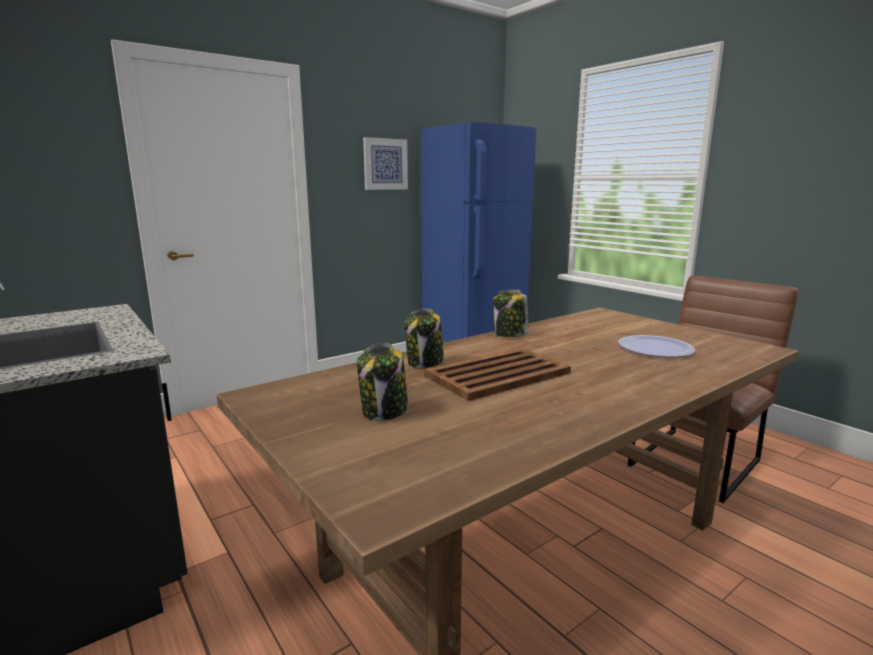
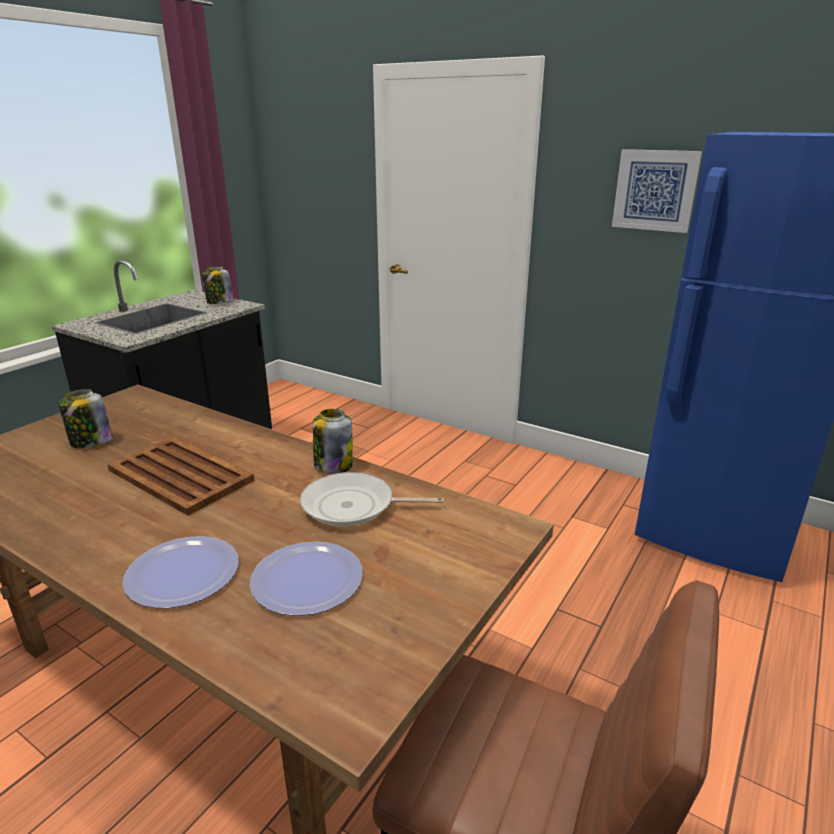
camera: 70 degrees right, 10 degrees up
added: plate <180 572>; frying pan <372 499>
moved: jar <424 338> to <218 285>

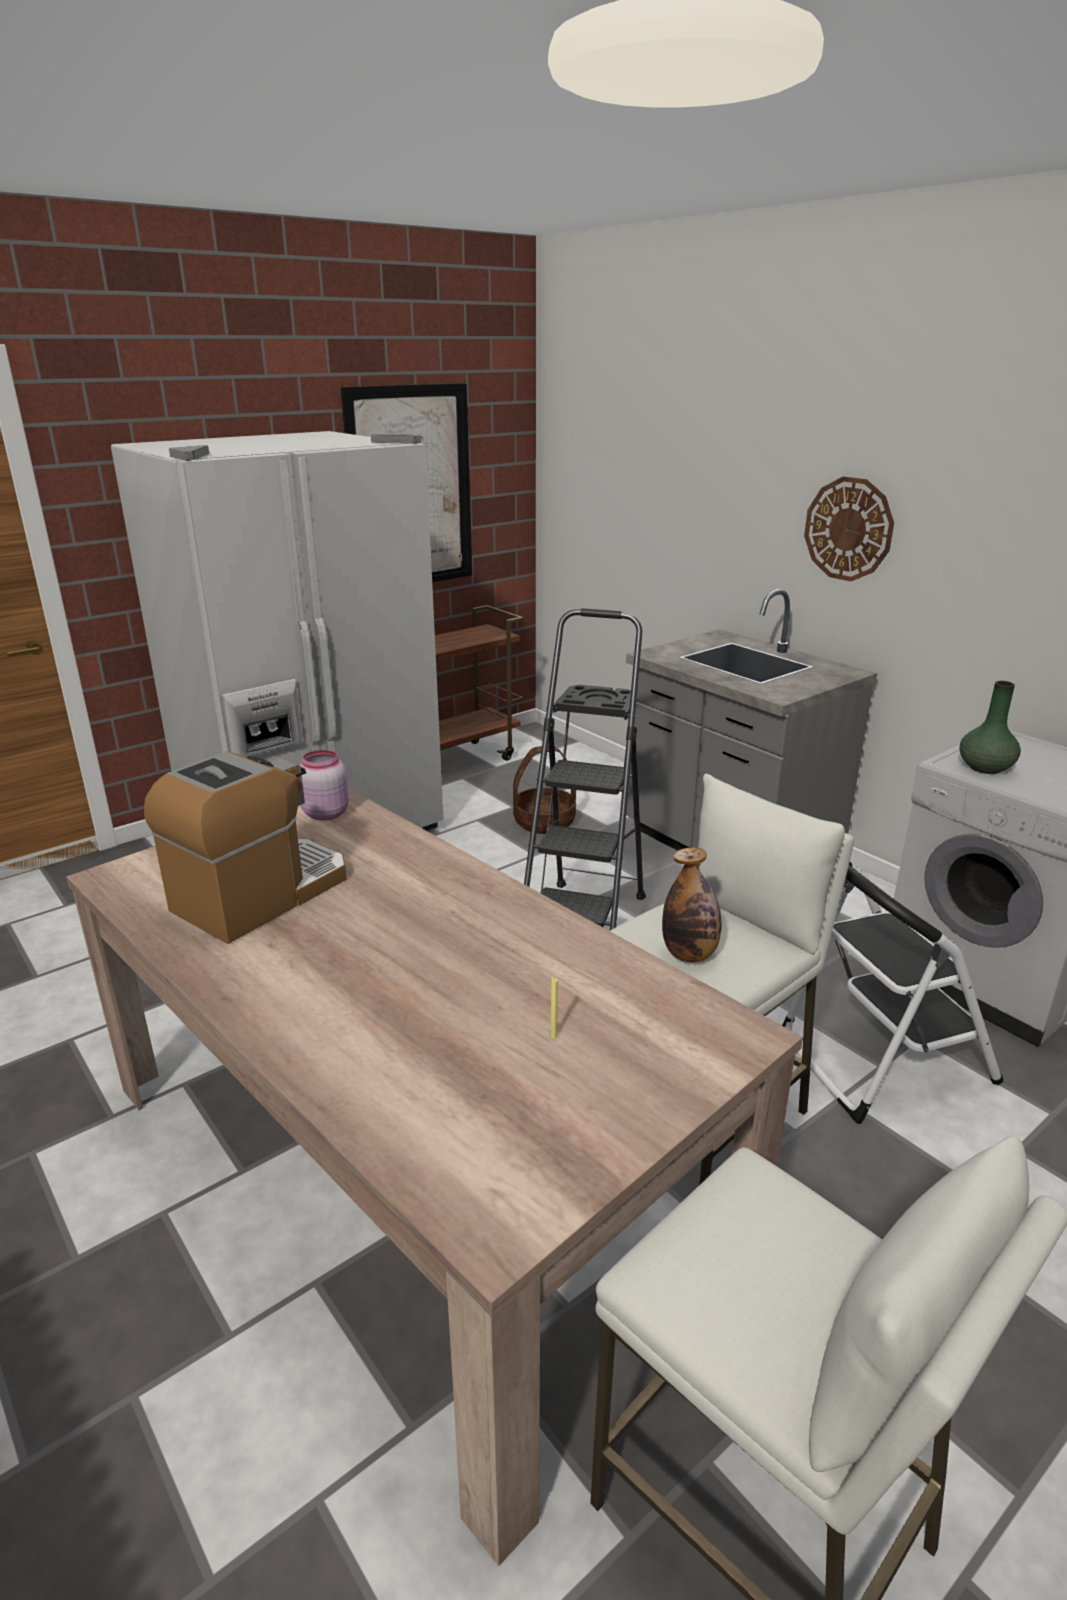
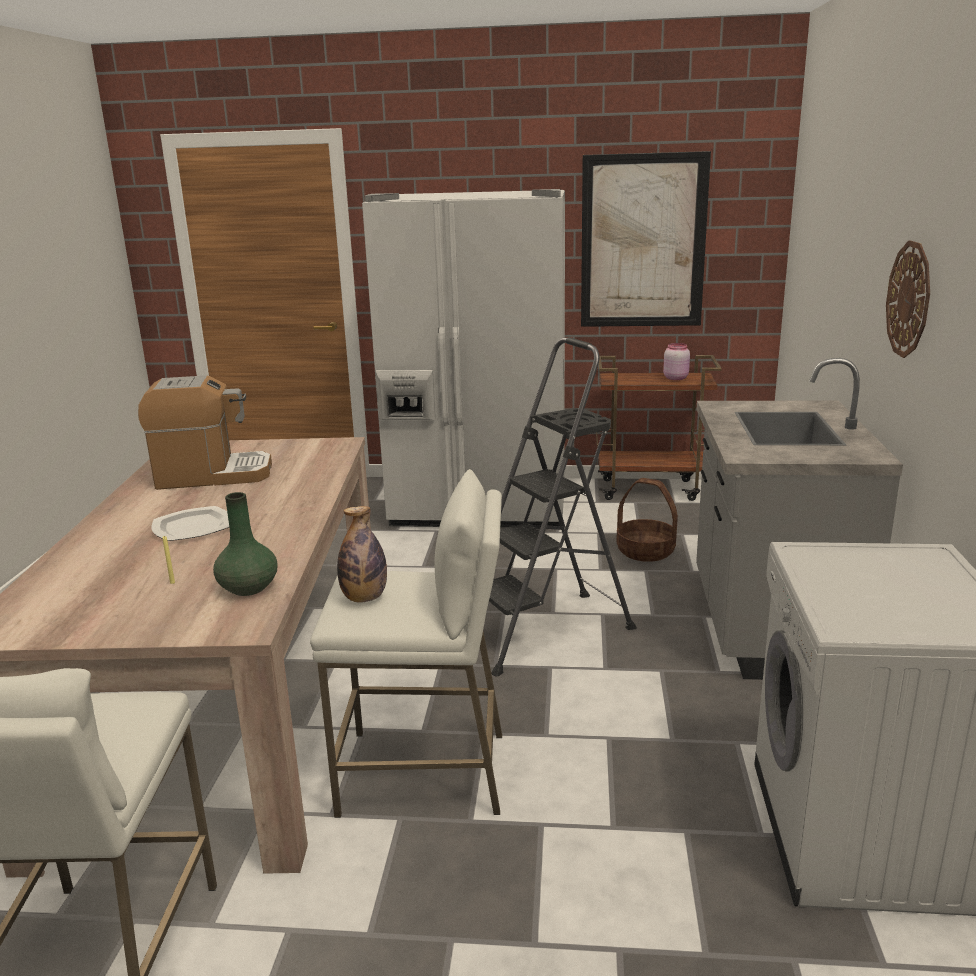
camera: 45 degrees right, 5 degrees down
removed: step ladder <892 993>
added: plate <190 523>
moved: pink jar <324 785> to <676 361>; green vase <990 727> to <245 544>

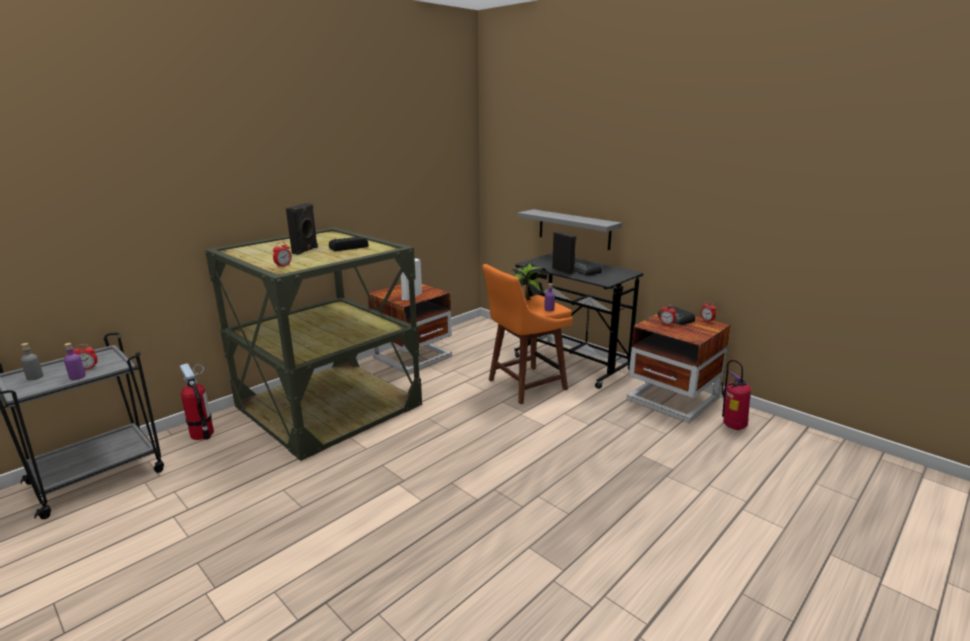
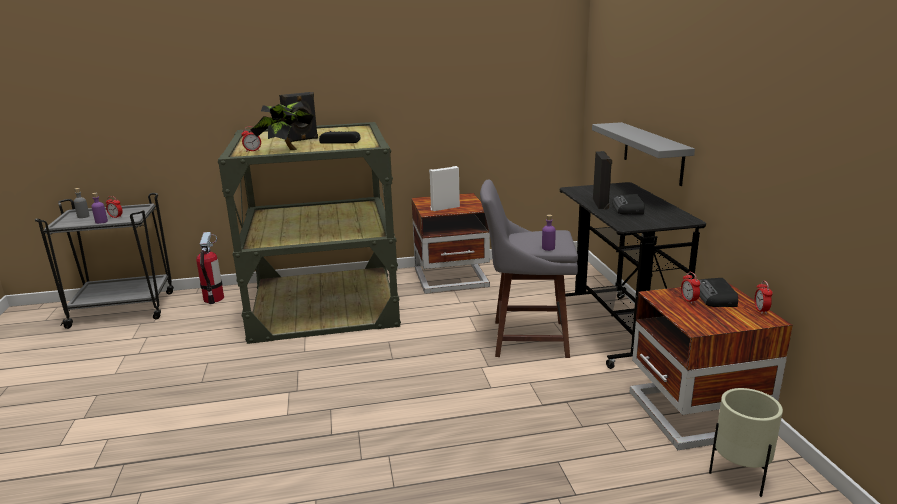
camera: 35 degrees right, 0 degrees up
moved: potted plant <530 281> to <282 125>
replaced: fire extinguisher <736 395> to beige planter <746 442>
recoloured: orange stool <527 334> to grey stool <529 269>

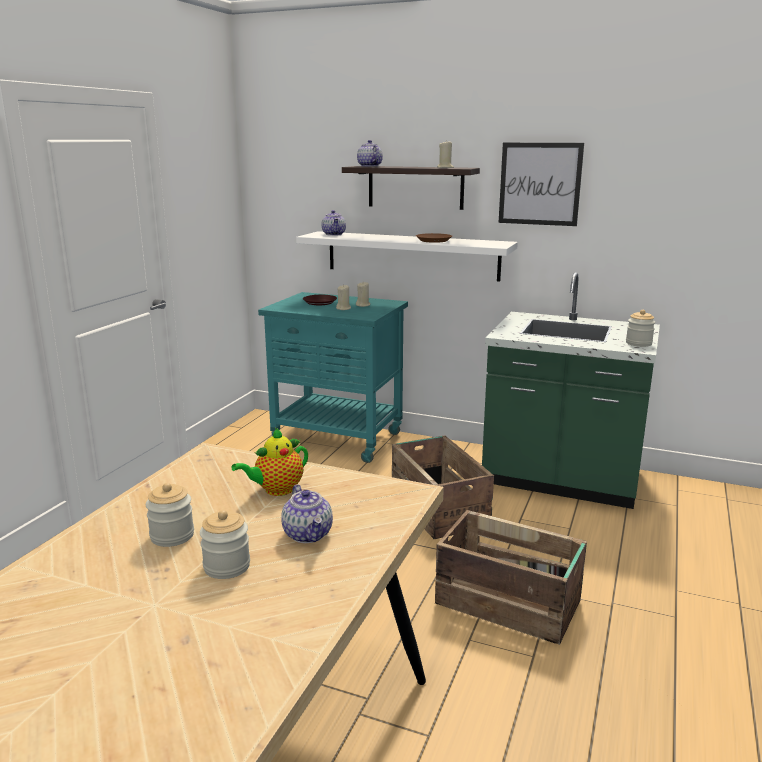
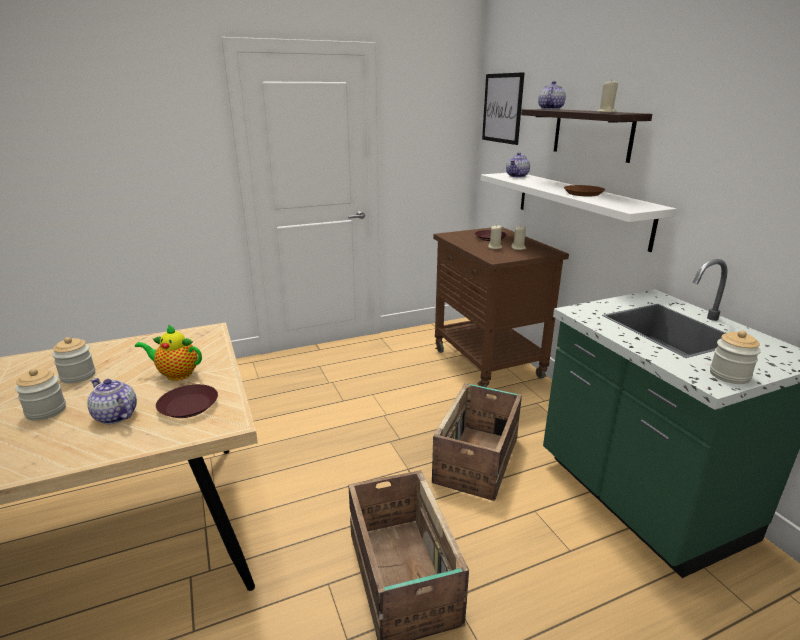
camera: 45 degrees right, 5 degrees up
added: brown plate <187 401>
moved: picture <541 184> to <503 108>
recoloured: turquoise cart <333 377> to brown cart <501 307>
turned: teapot <307 513> = <112 401> 105 degrees clockwise

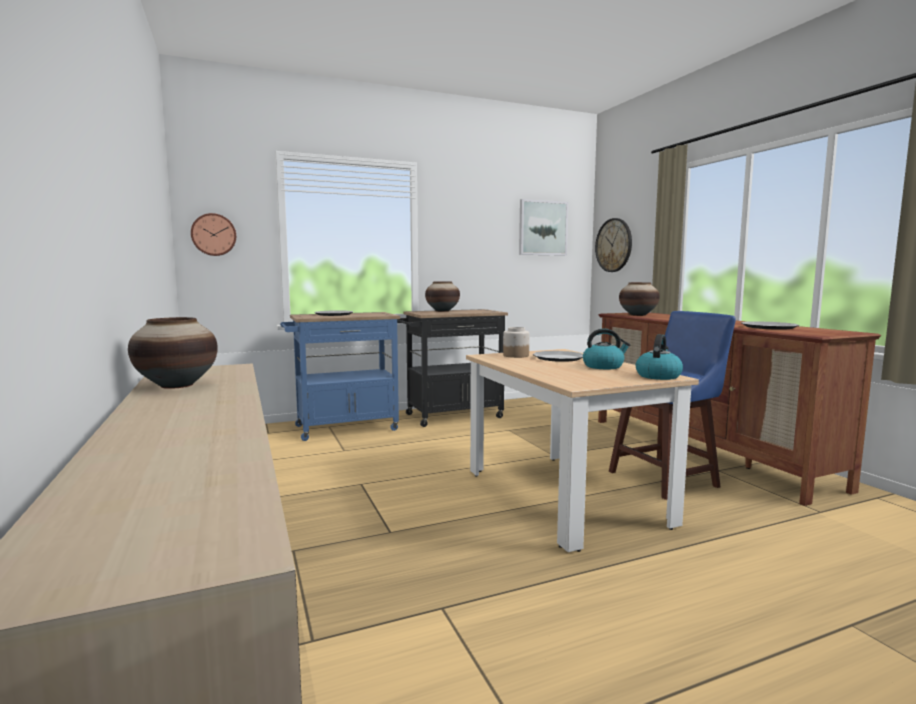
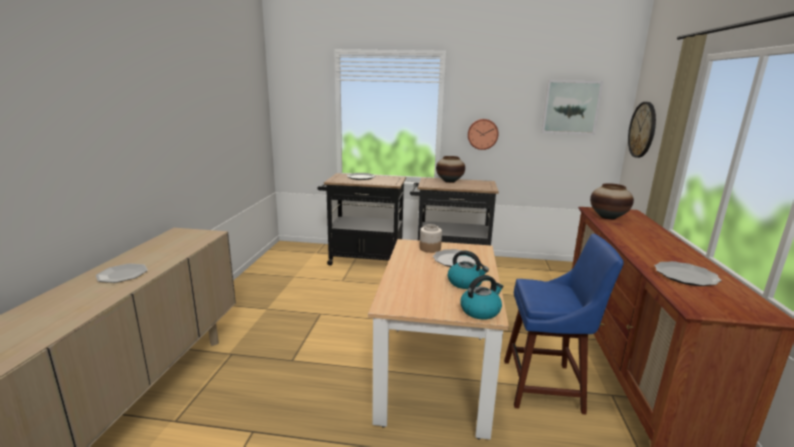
camera: 30 degrees right, 10 degrees up
removed: vase <173 353>
added: plate <122 273>
moved: wall clock <213 234> to <483 134>
recoloured: blue cart <340 376> to black cart <361 219>

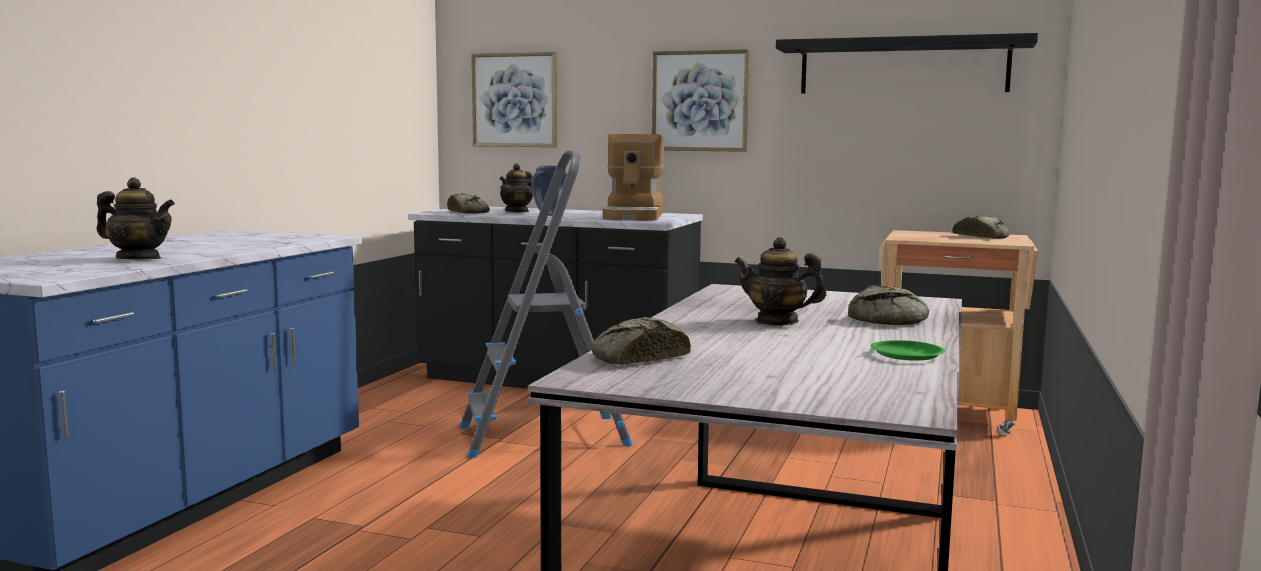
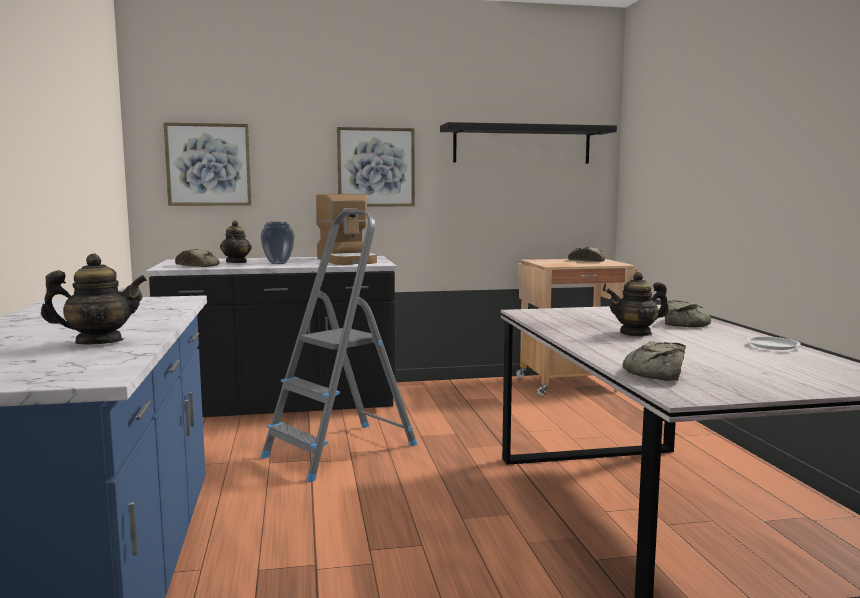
camera: 30 degrees left, 0 degrees up
recoloured: green plate <907 350> to white plate <773 343>

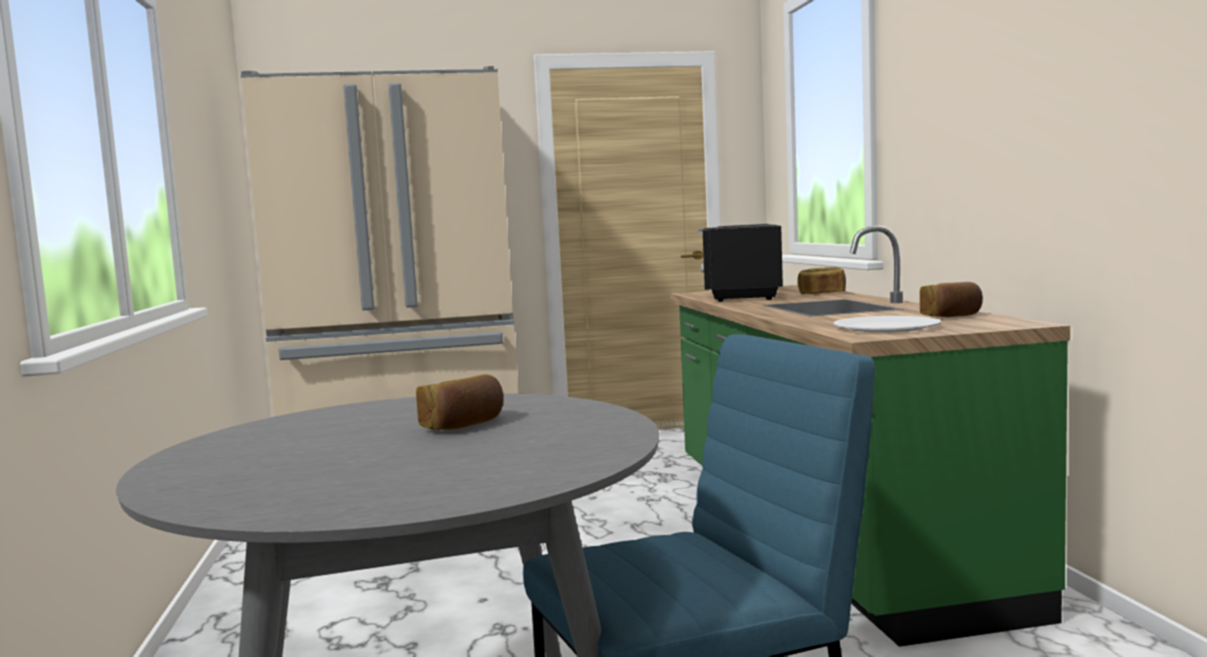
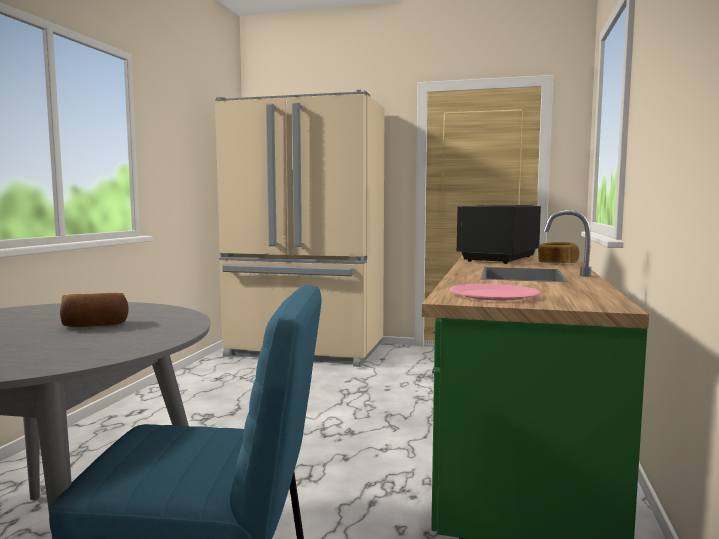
camera: 25 degrees right, 0 degrees up
removed: bread <951 299>
recoloured: white plate <887 324> to pink plate <494 292>

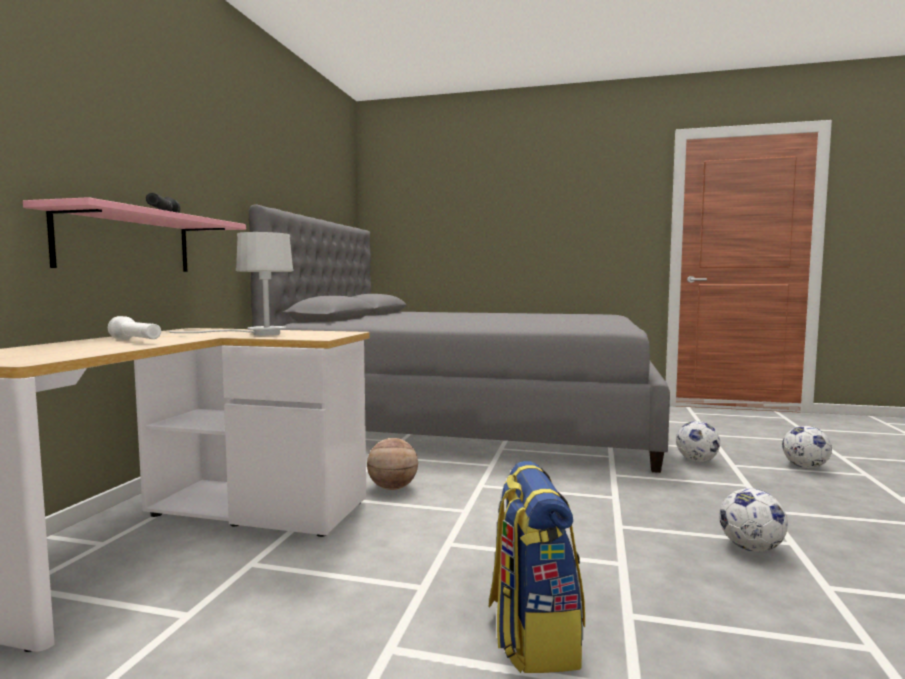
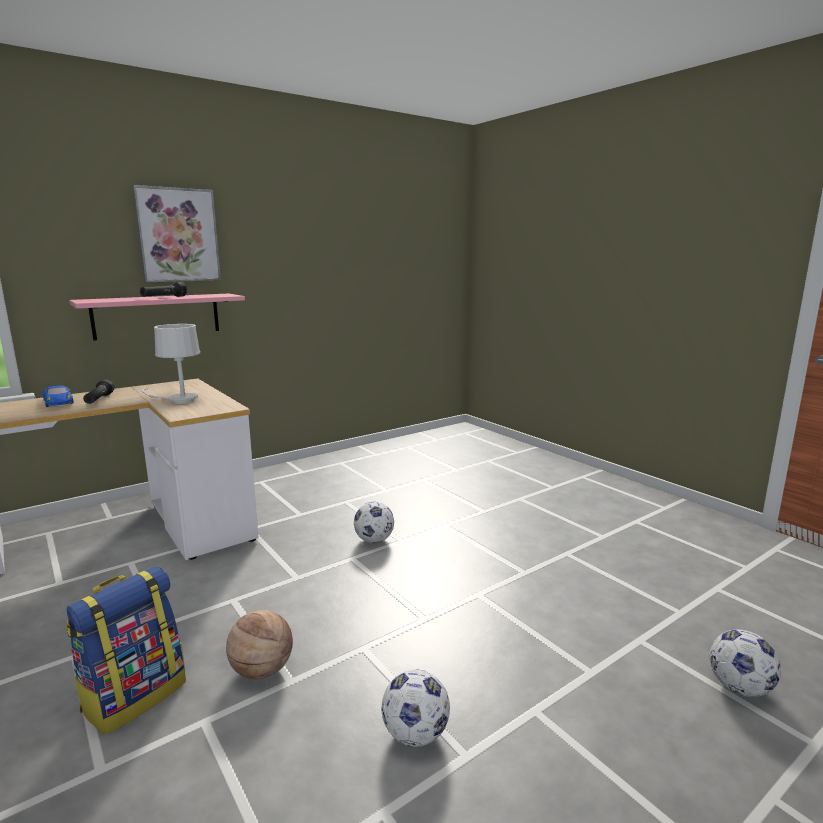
camera: 40 degrees right, 10 degrees up
removed: grey bed <459 338>
added: blue toy car <58 396>; picture <177 234>
moved: basketball <392 464> to <259 645>; football <698 441> to <374 522>
recoloured: white flashlight <134 328> to black flashlight <99 391>

